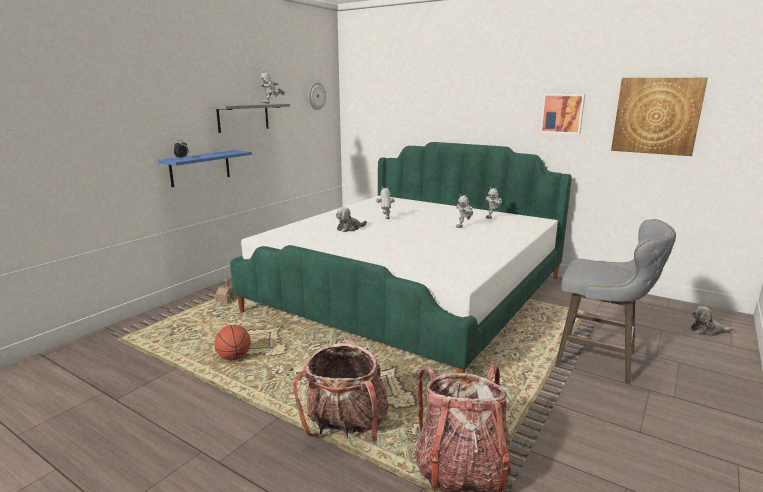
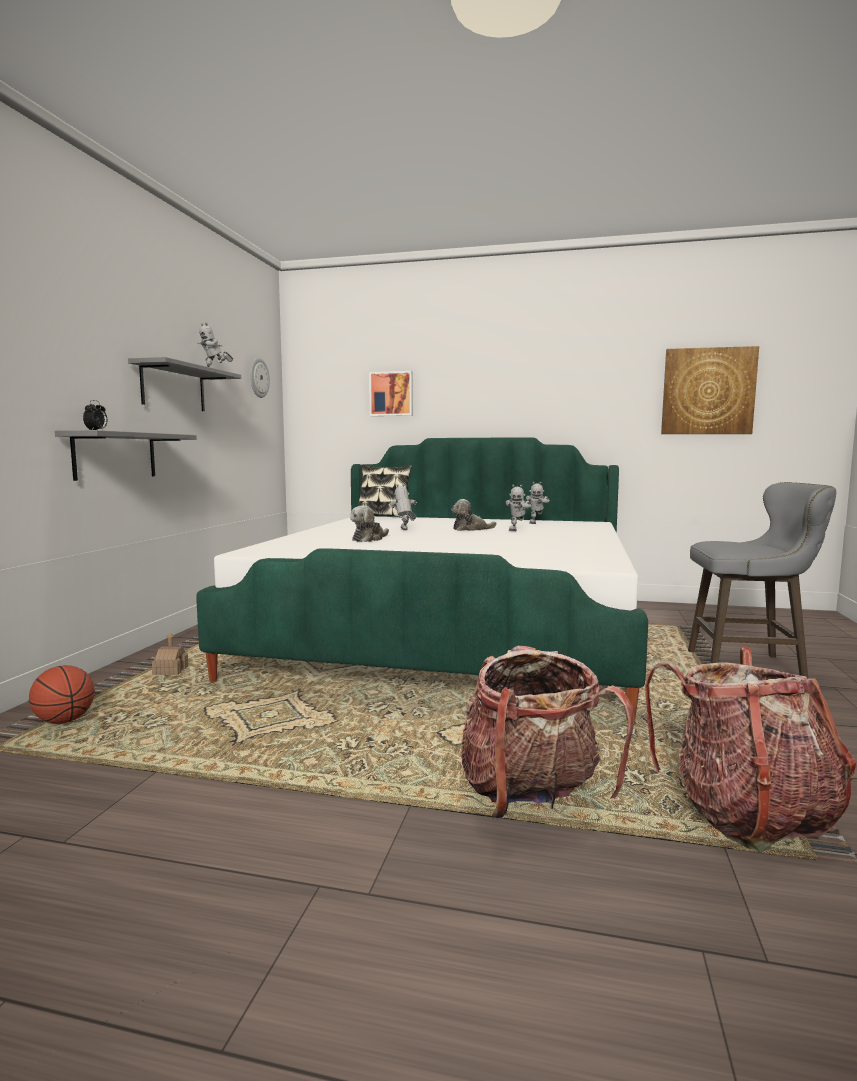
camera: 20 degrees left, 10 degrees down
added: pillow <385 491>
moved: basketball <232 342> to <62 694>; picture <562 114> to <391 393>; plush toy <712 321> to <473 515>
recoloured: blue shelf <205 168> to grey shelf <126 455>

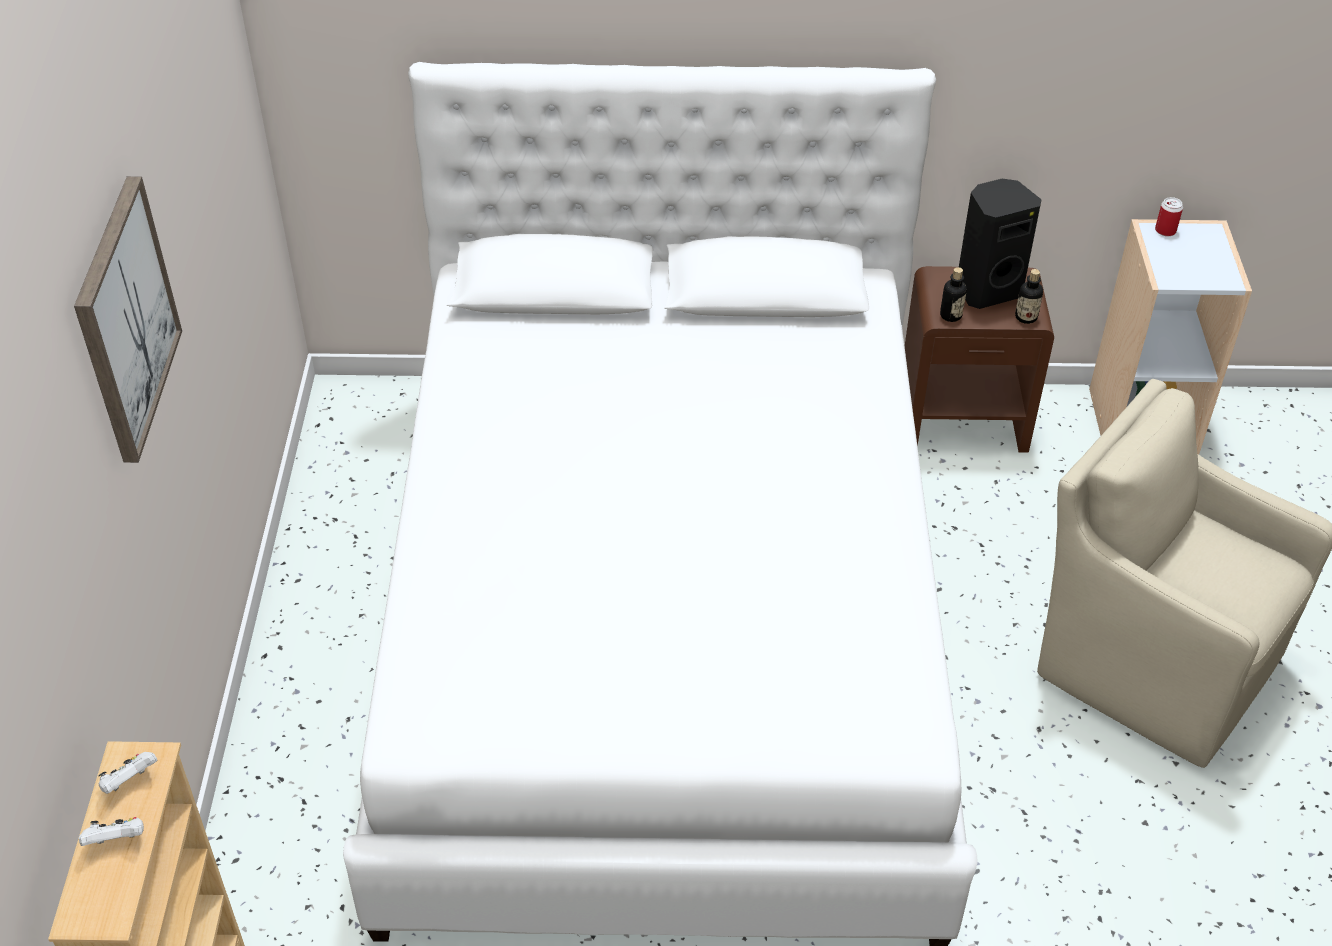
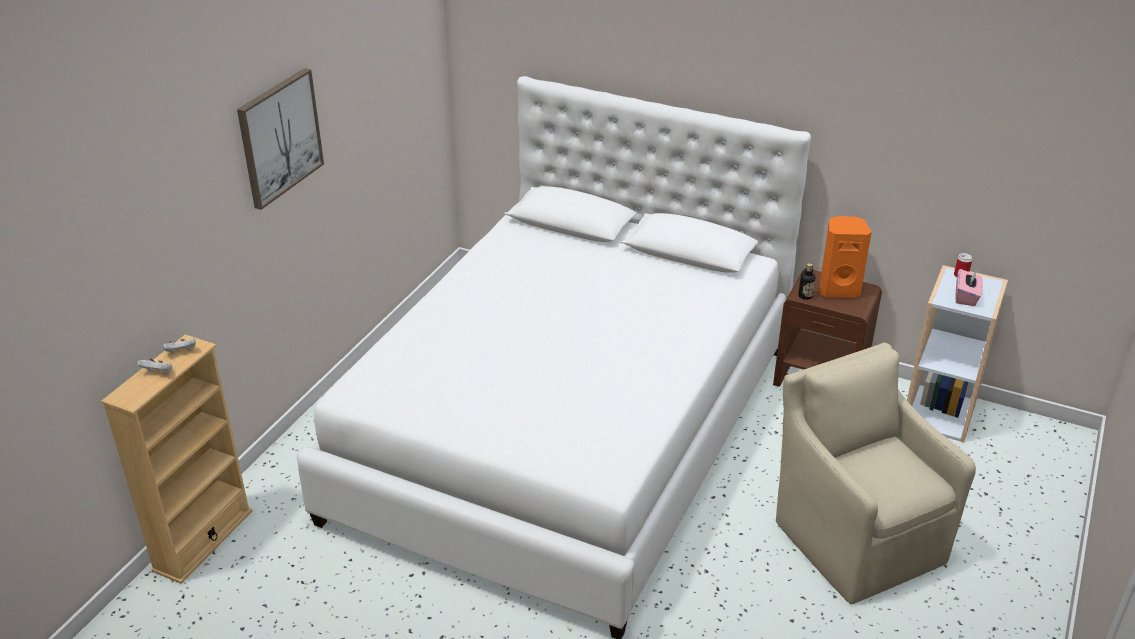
camera: 25 degrees right, 10 degrees down
removed: bottle <1029 296>
added: pink tissue box <969 287>
recoloured: black speaker <1000 244> to orange speaker <846 257>

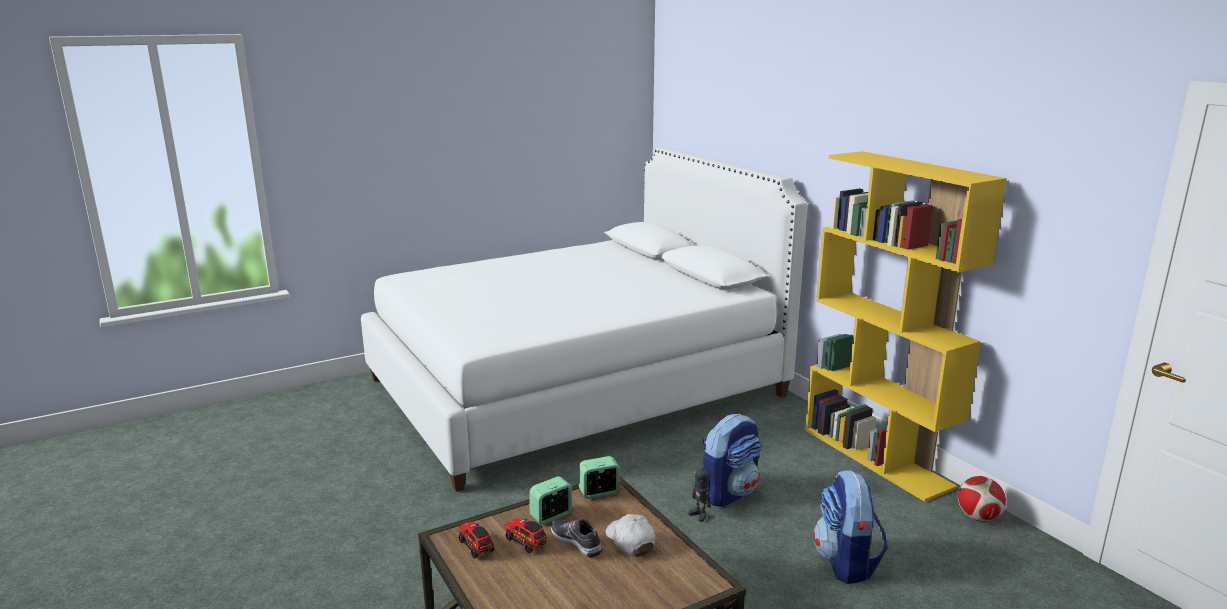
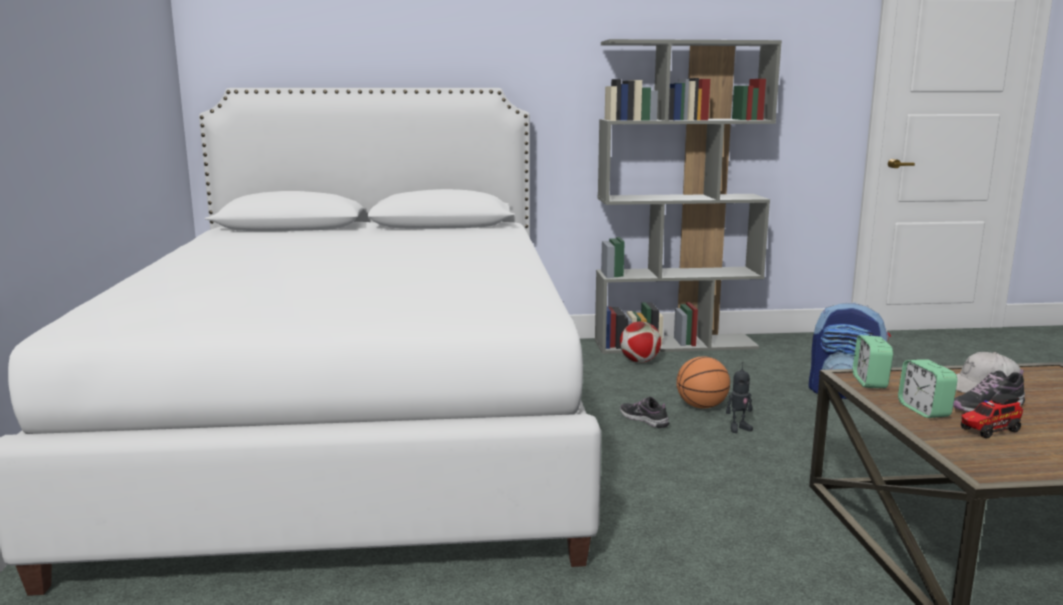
camera: 65 degrees left, 5 degrees down
removed: toy truck <476 540>
added: shoe <644 412>
moved: football <982 499> to <640 341>
replaced: backpack <732 460> to basketball <703 382>
recoloured: yellow bookcase <906 326> to grey bookcase <688 196>

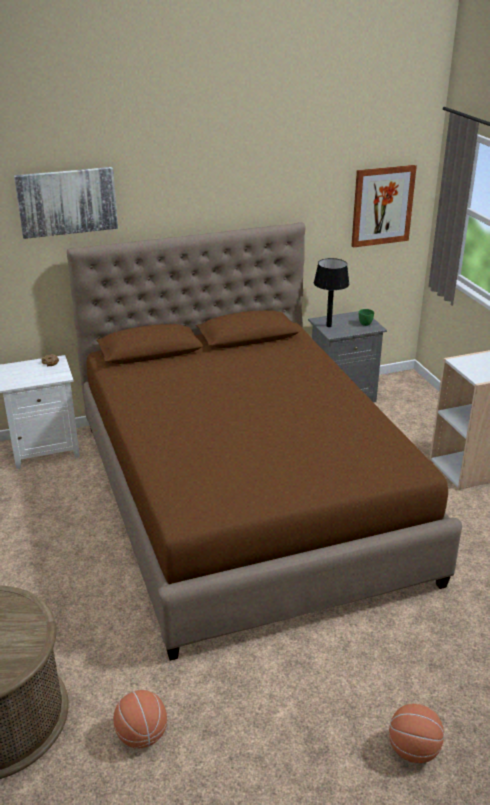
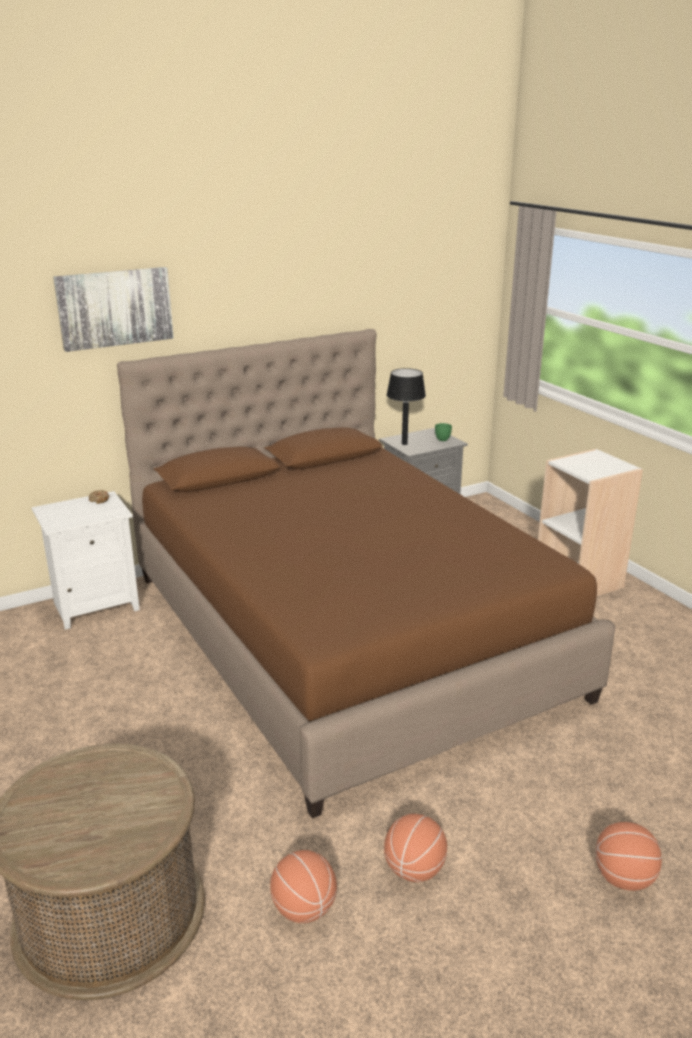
camera: 10 degrees left, 5 degrees down
removed: picture <384 206>
added: basketball <415 848>

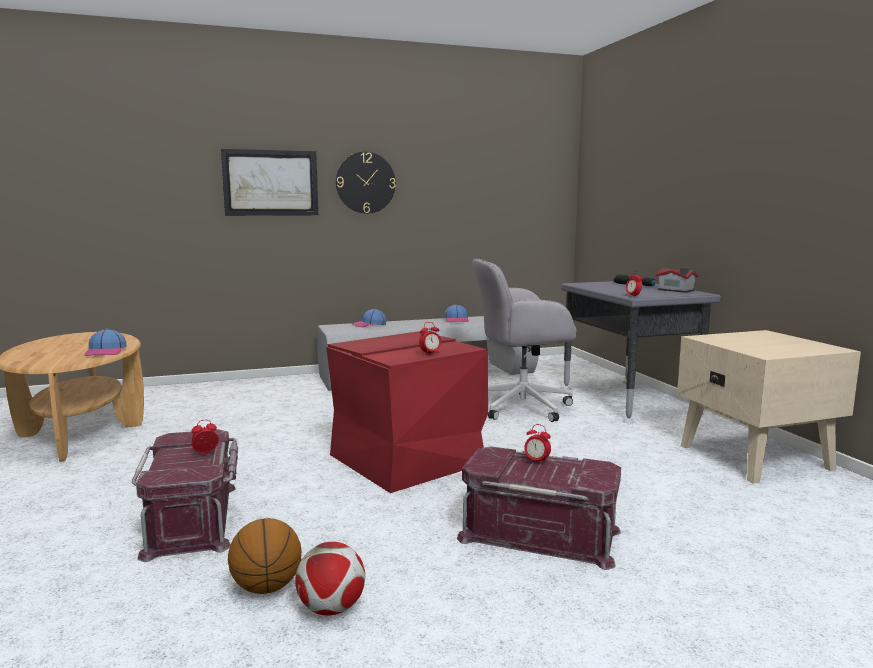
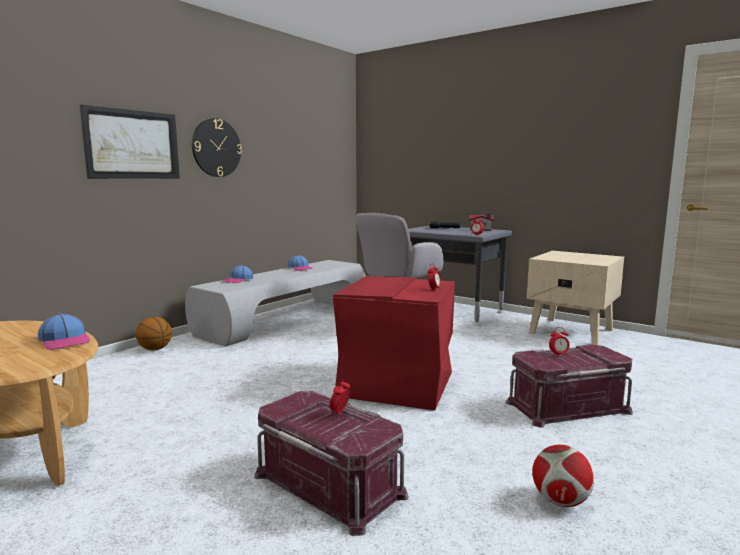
camera: 35 degrees left, 0 degrees up
moved: basketball <265 556> to <154 333>

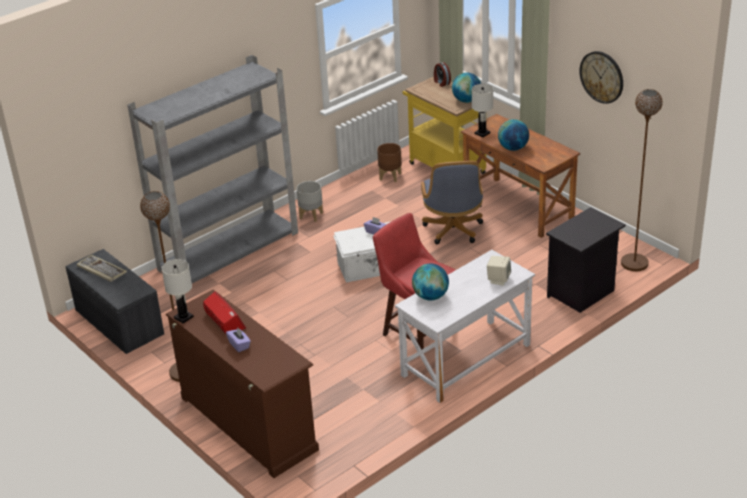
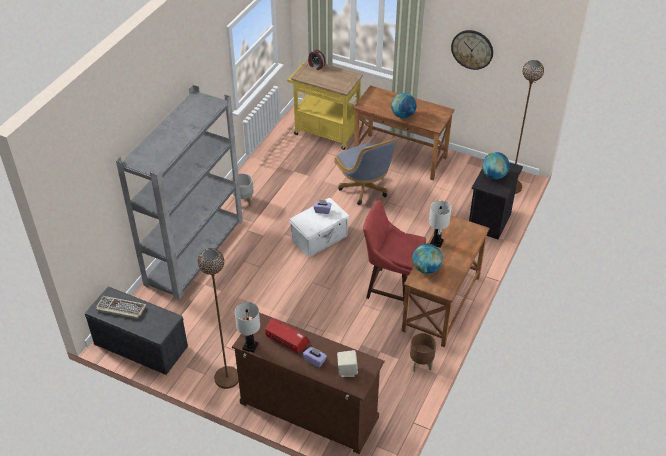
camera: 25 degrees left, 10 degrees up
moved: brown planter <389 162> to <423 352>; globe <466 88> to <496 165>; white table lamp <482 110> to <440 224>; beige speaker <499 271> to <347 363>
recoloured: white desk <465 326> to brown desk <446 281>

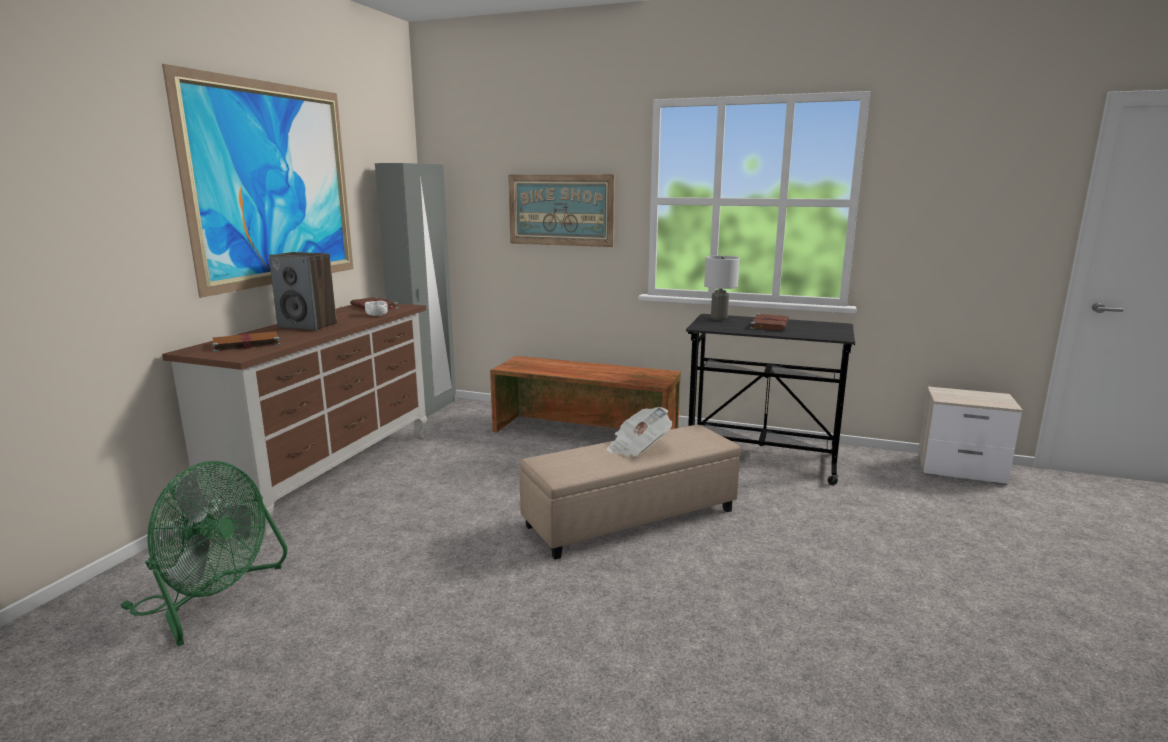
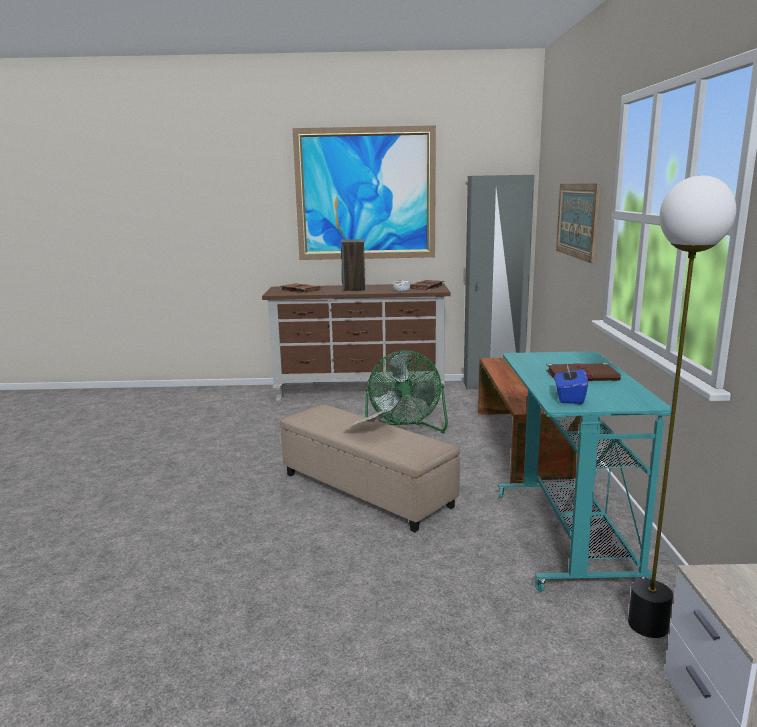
camera: 70 degrees right, 0 degrees up
removed: white table lamp <722 288>
added: blue tissue box <571 384>; floor lamp <682 406>
moved: green fan <204 554> to <406 392>
recoloured: black desk <770 399> to turquoise desk <585 471>

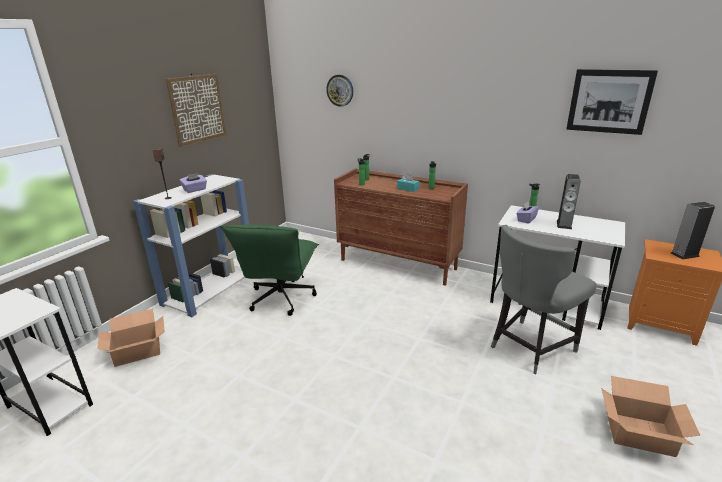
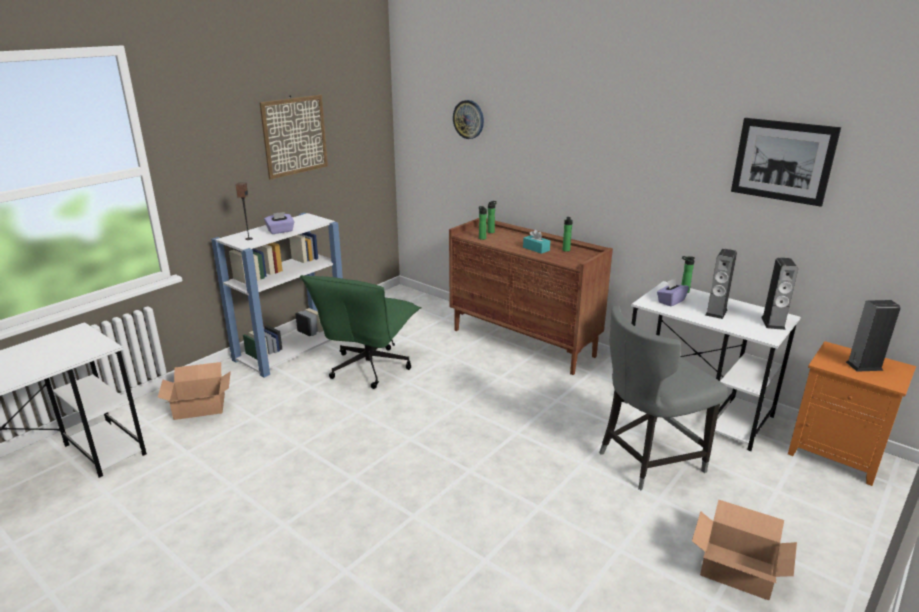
camera: 10 degrees right, 0 degrees up
added: speaker <779 293>

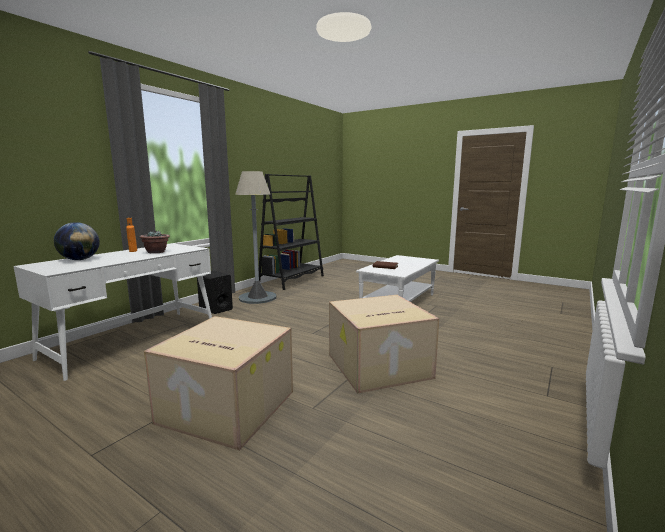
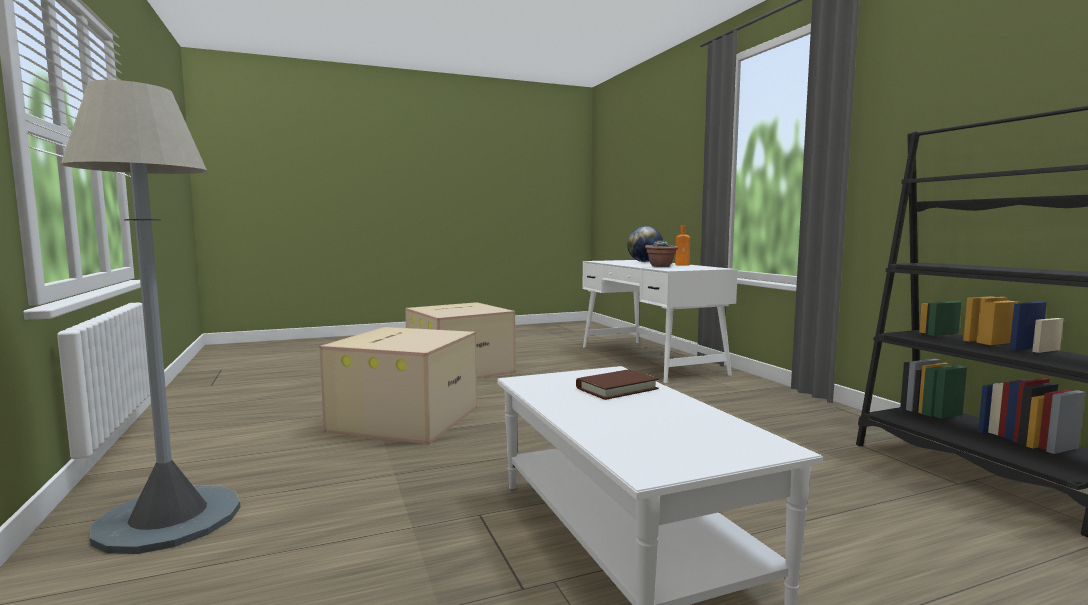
camera: 125 degrees right, 5 degrees down
removed: black speaker <215 292>
moved: grey floor lamp <255 237> to <150 317>

